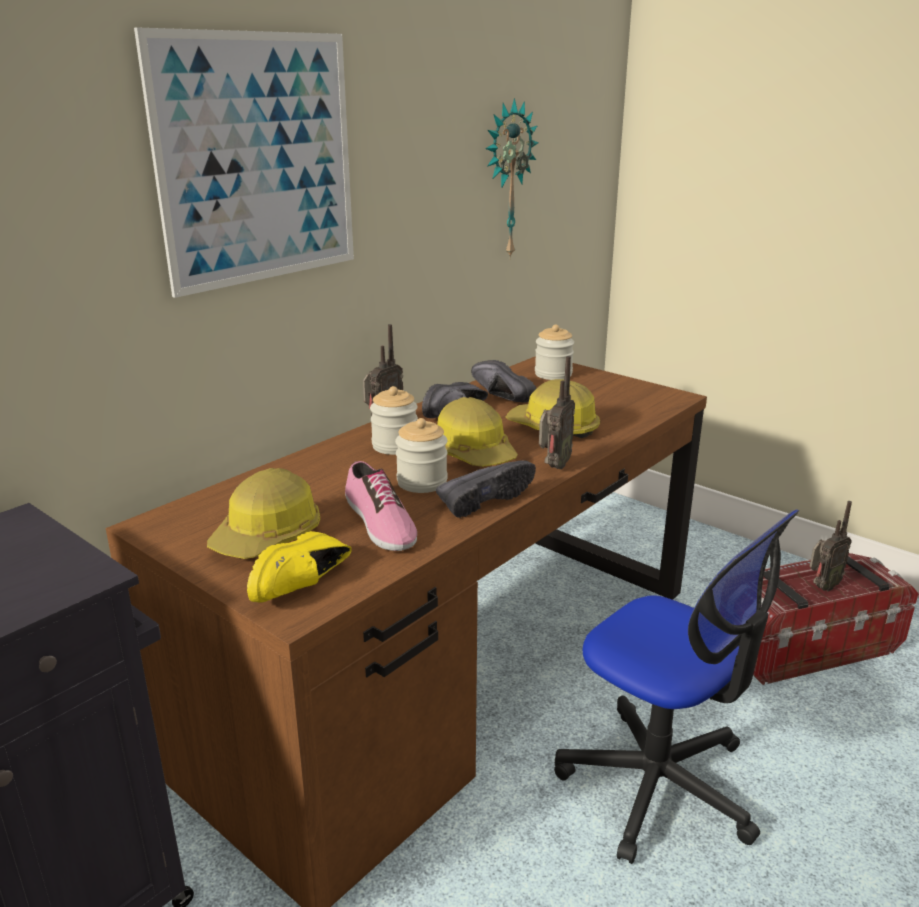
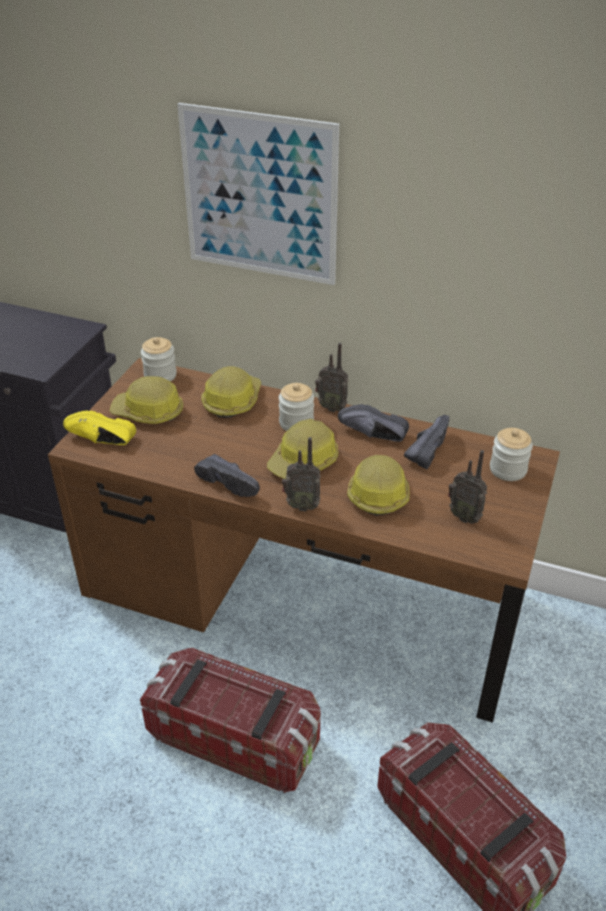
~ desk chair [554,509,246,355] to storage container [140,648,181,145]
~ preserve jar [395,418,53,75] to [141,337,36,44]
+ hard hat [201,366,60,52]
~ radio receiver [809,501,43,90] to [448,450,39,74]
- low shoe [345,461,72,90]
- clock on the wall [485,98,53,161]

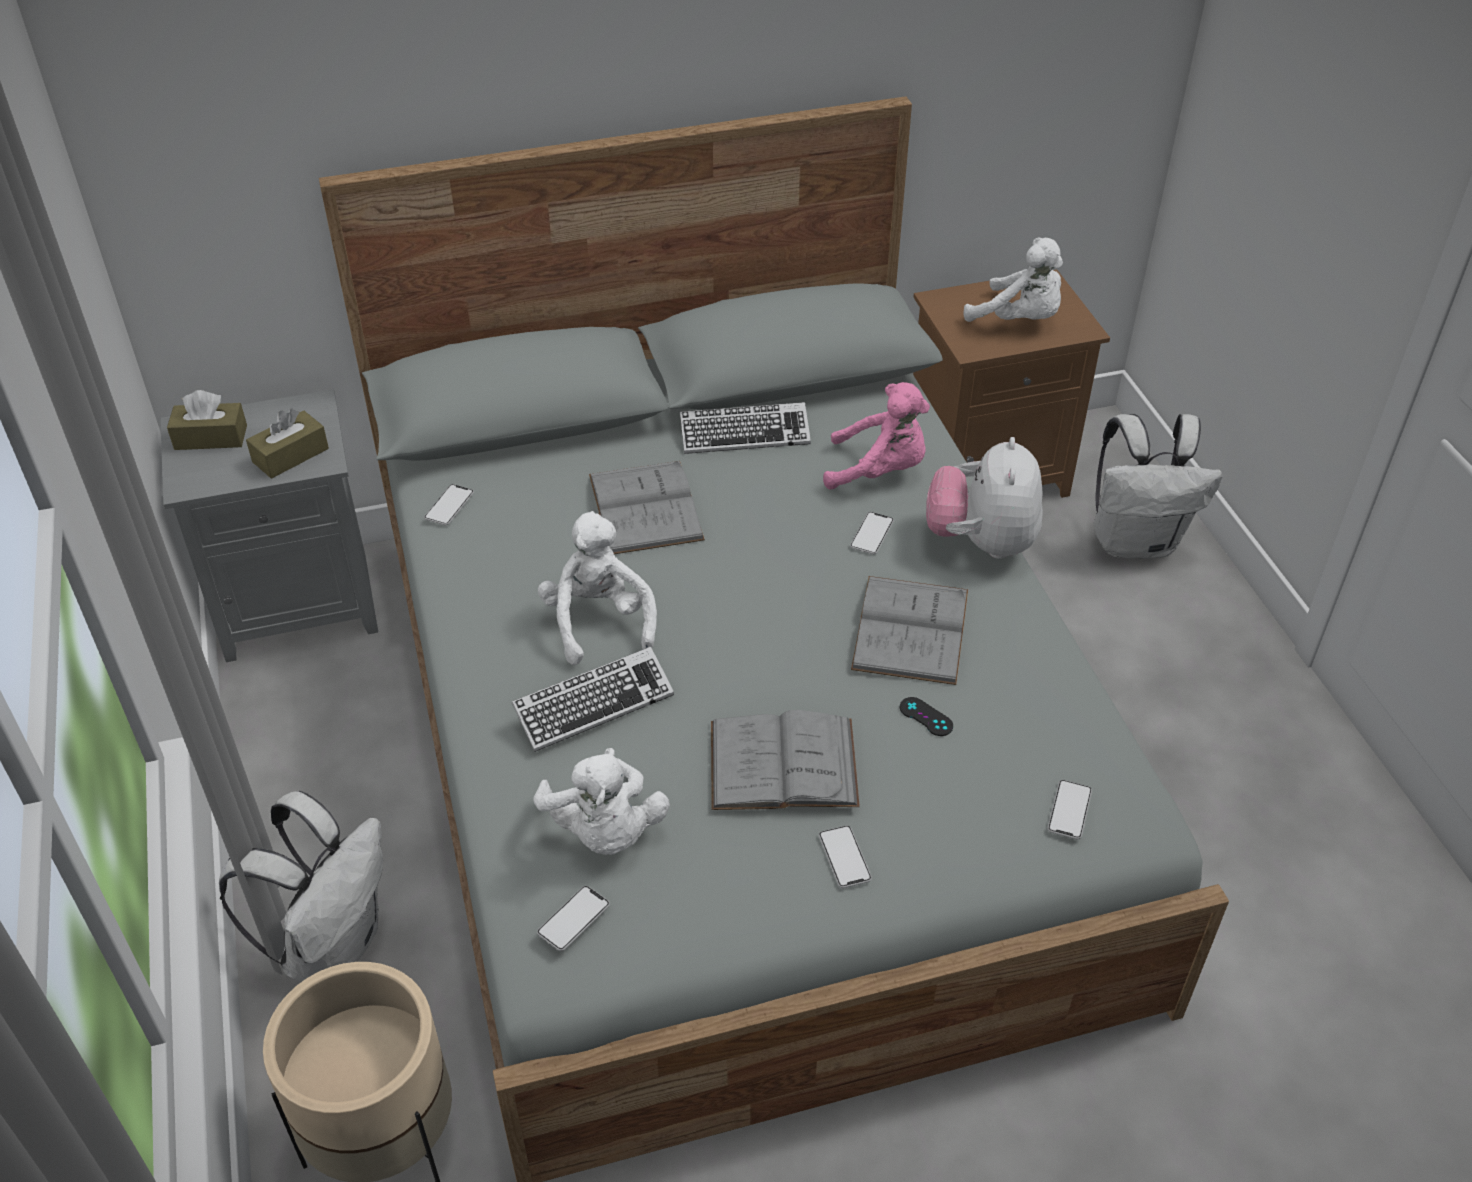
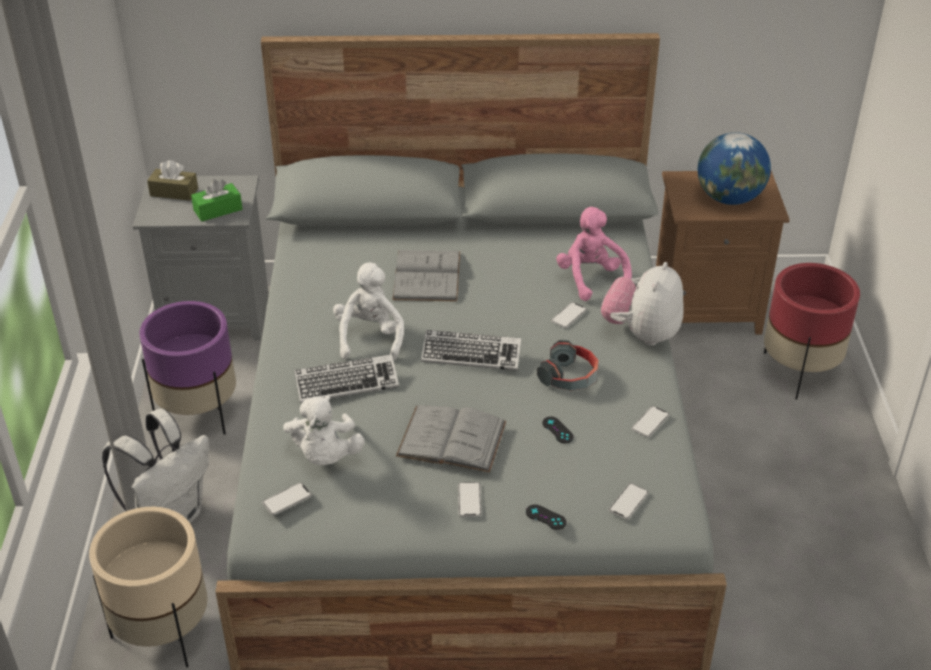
+ plant pot/purple [139,301,97,134]
~ tissue box/brownish [246,409,83,69] to tissue box/greenish [191,179,51,42]
~ keyboard [680,402,131,52] to [421,330,100,41]
+ gamepad/blackish [526,504,41,26]
~ book/greyish [851,576,117,109] to headset [537,340,62,50]
~ plush toy/pink [823,382,107,108] = [556,207,76,94] 135 degrees counterclockwise
~ phone [424,484,50,41] to [631,406,39,31]
~ plush toy/white [963,238,100,84] to desk globe [698,132,73,73]
~ knapsack/white [1094,414,128,144] to plant pot/reddish [764,263,96,137]

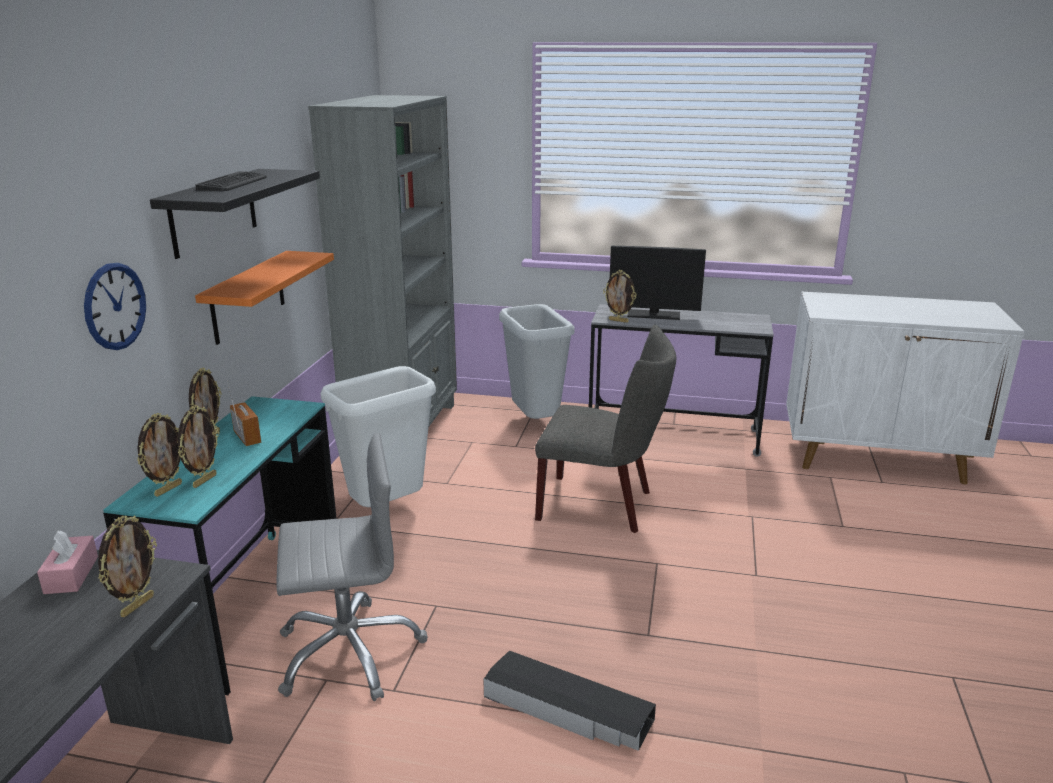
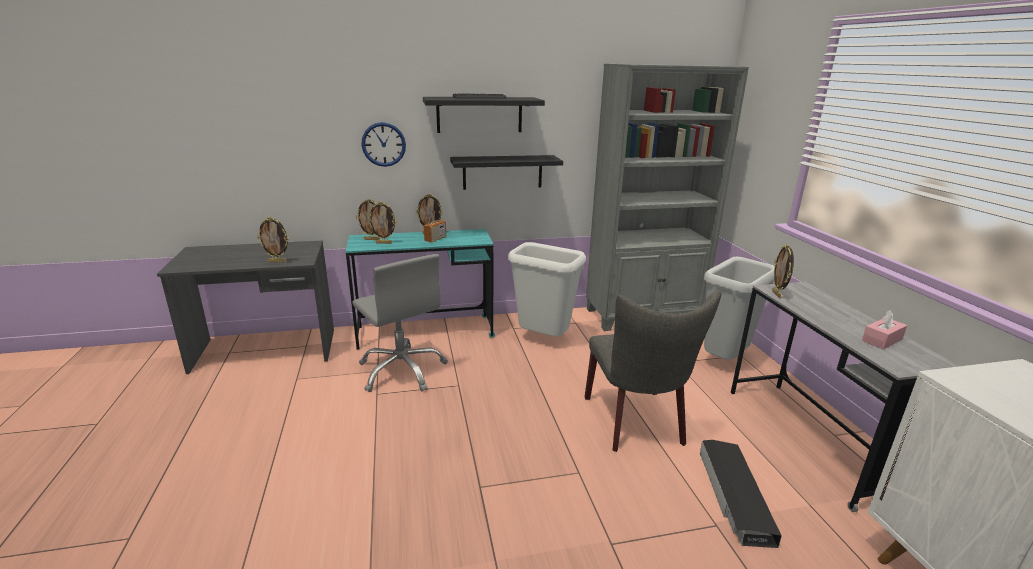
~ bracket shelf/orangey [195,251,139,94] to bracket shelf/blackish [450,155,113,35]
~ storage container/blackish [483,650,173,101] to [700,440,82,108]
~ tissue box/pink [37,531,61,63] to [862,310,45,39]
- monitor [610,246,96,74]

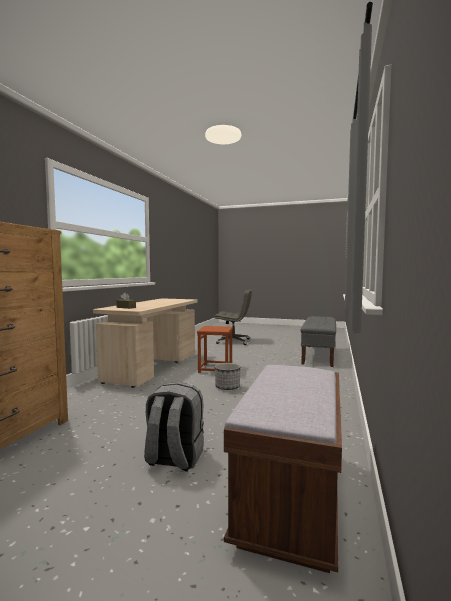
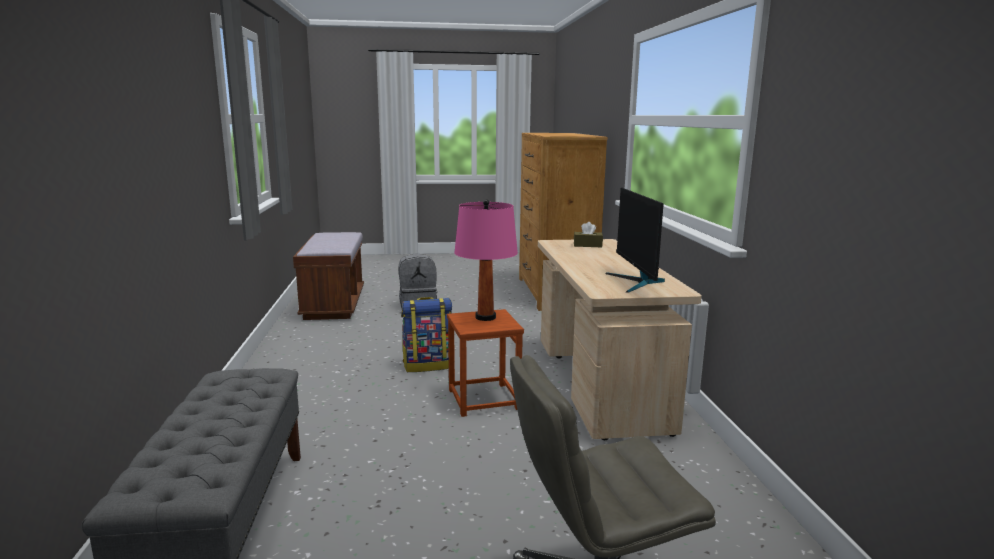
~ plant pot [215,363,25,27] to knapsack [401,297,51,75]
+ table lamp/pink [454,199,64,122]
+ monitor [606,188,59,105]

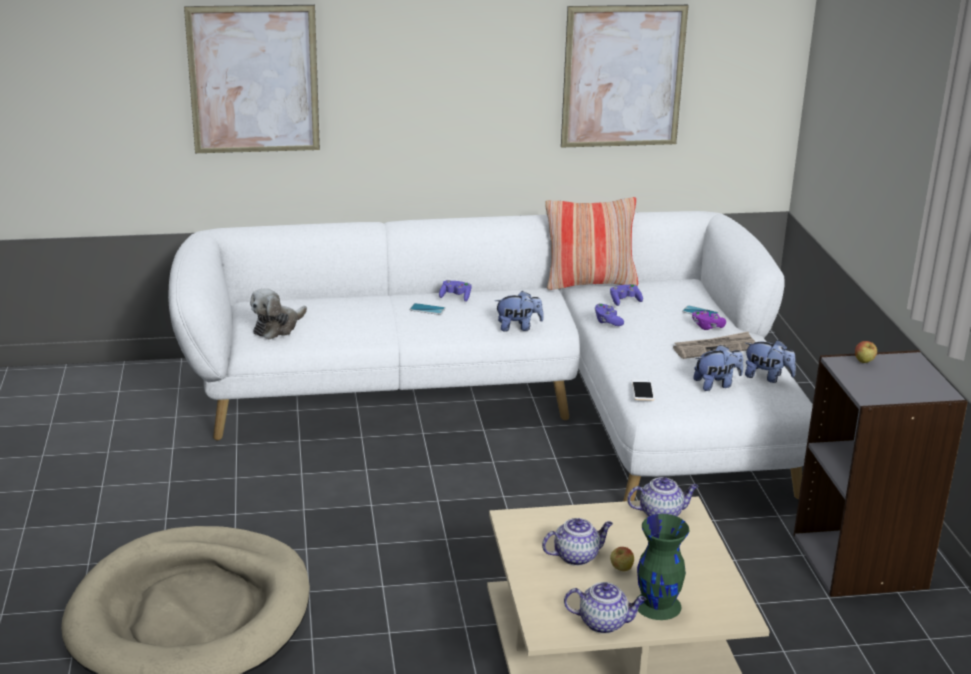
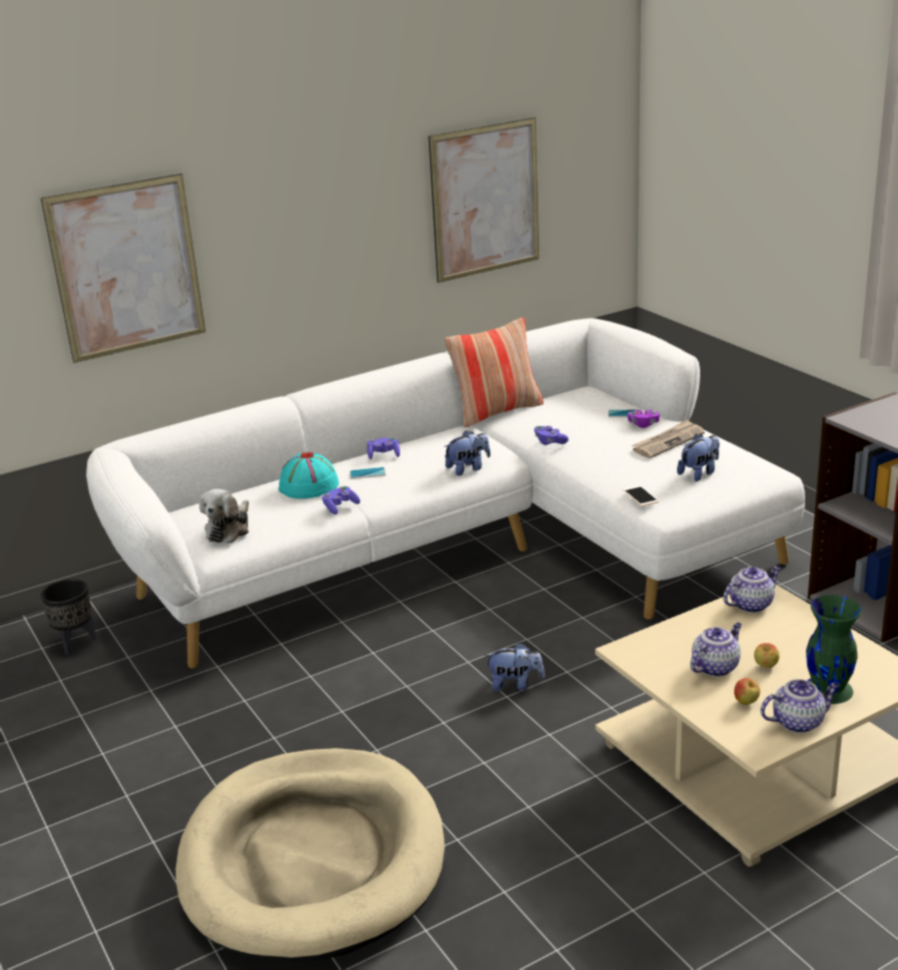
+ plant pot/blackish [40,579,56,75]
+ wearable hat/turquoise [278,452,61,47]
~ gamepad/purple [610,284,33,22] to [322,486,38,29]
~ plush toy [745,340,51,43] to [484,643,61,48]
~ apple [855,341,22,22] to [734,678,26,27]

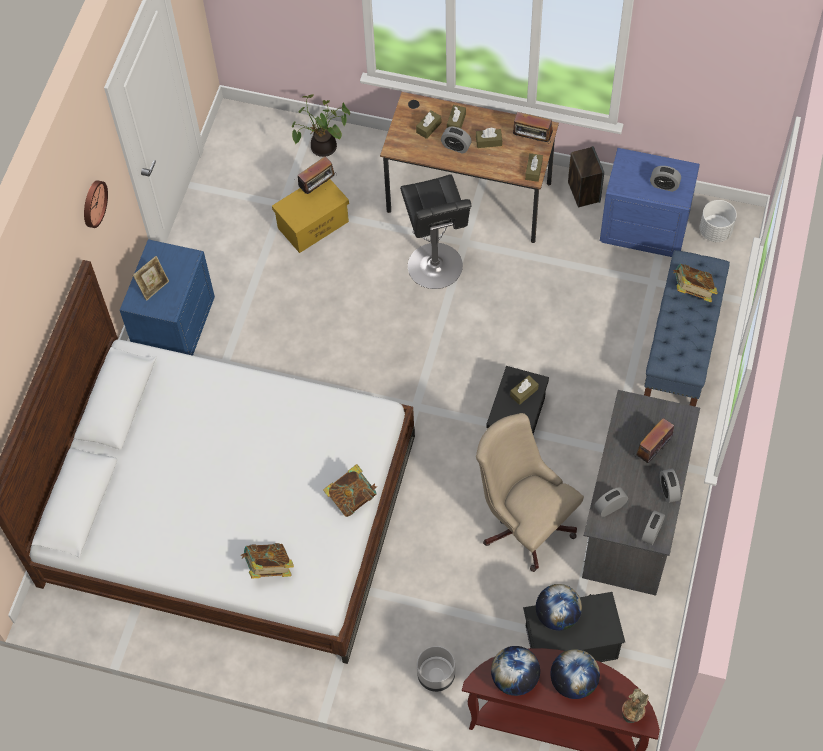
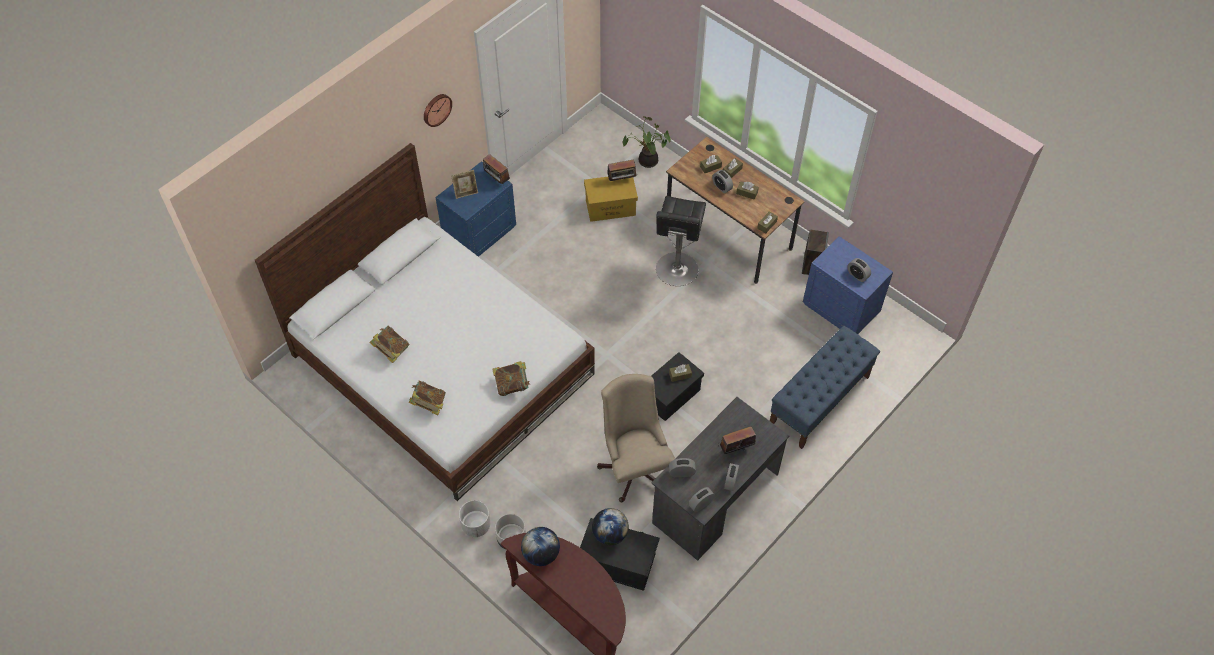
~ book [673,264,45,38] to [369,326,40,37]
~ plant pot/white [700,200,37,42] to [459,500,32,37]
~ radio receiver [513,112,40,32] to [483,154,27,31]
- desk globe [550,649,50,50]
- houseplant [622,689,27,34]

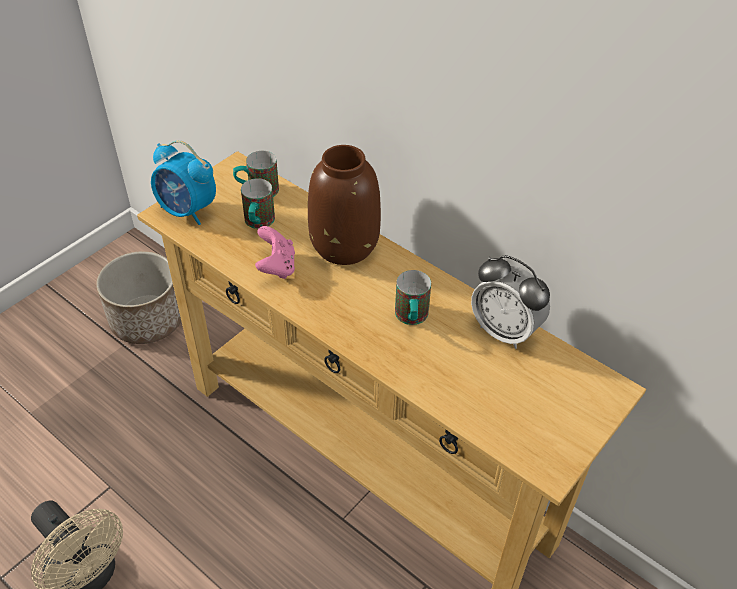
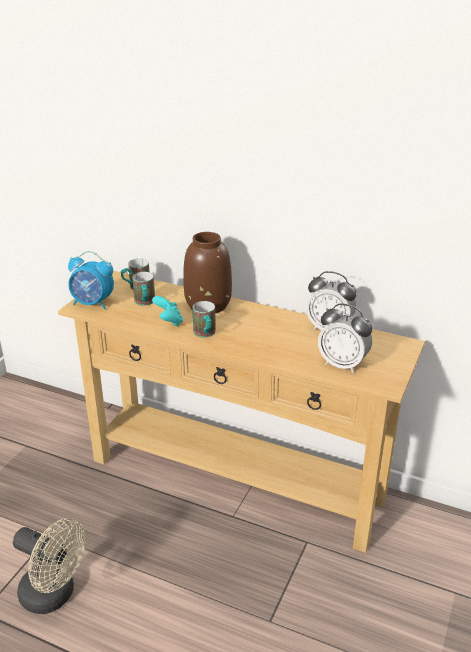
~ gamepad/pink [255,226,40,53] to gamepad/turquoise [152,296,31,31]
~ tea mug [395,270,36,55] to [192,301,24,37]
+ bedside clock [318,304,54,69]
- plant pot [96,251,85,93]

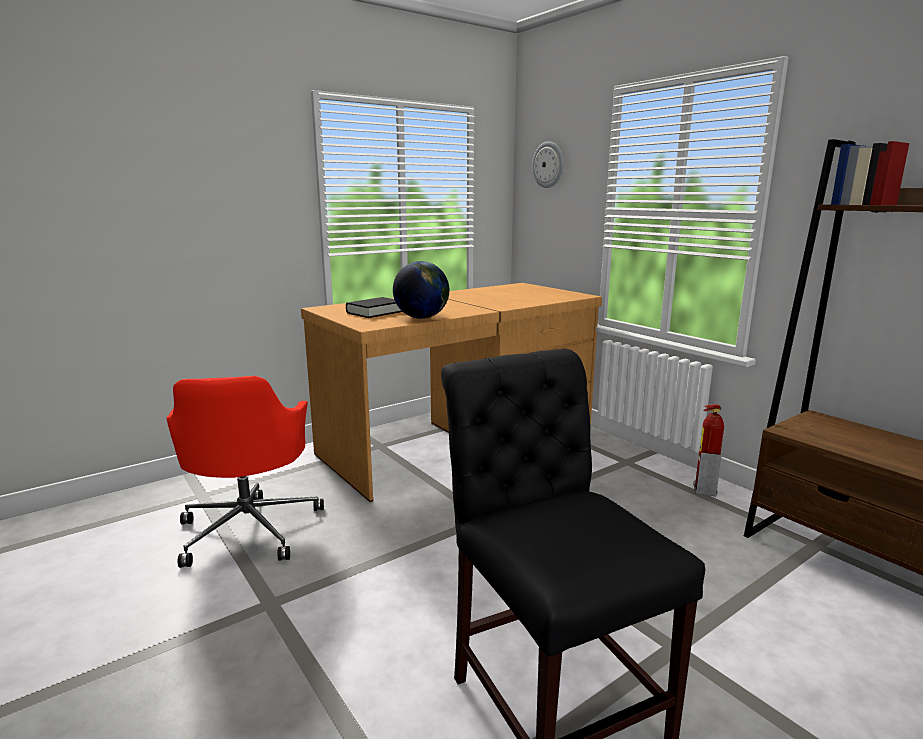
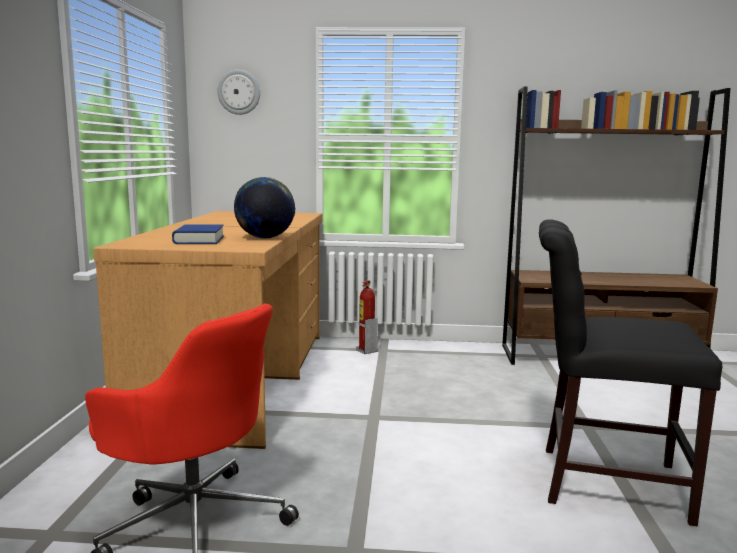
~ book/blackish [346,297,57,21] to book/blue-coloured [172,224,52,20]
~ extinguisher [694,404,30,92] to [356,280,22,74]

